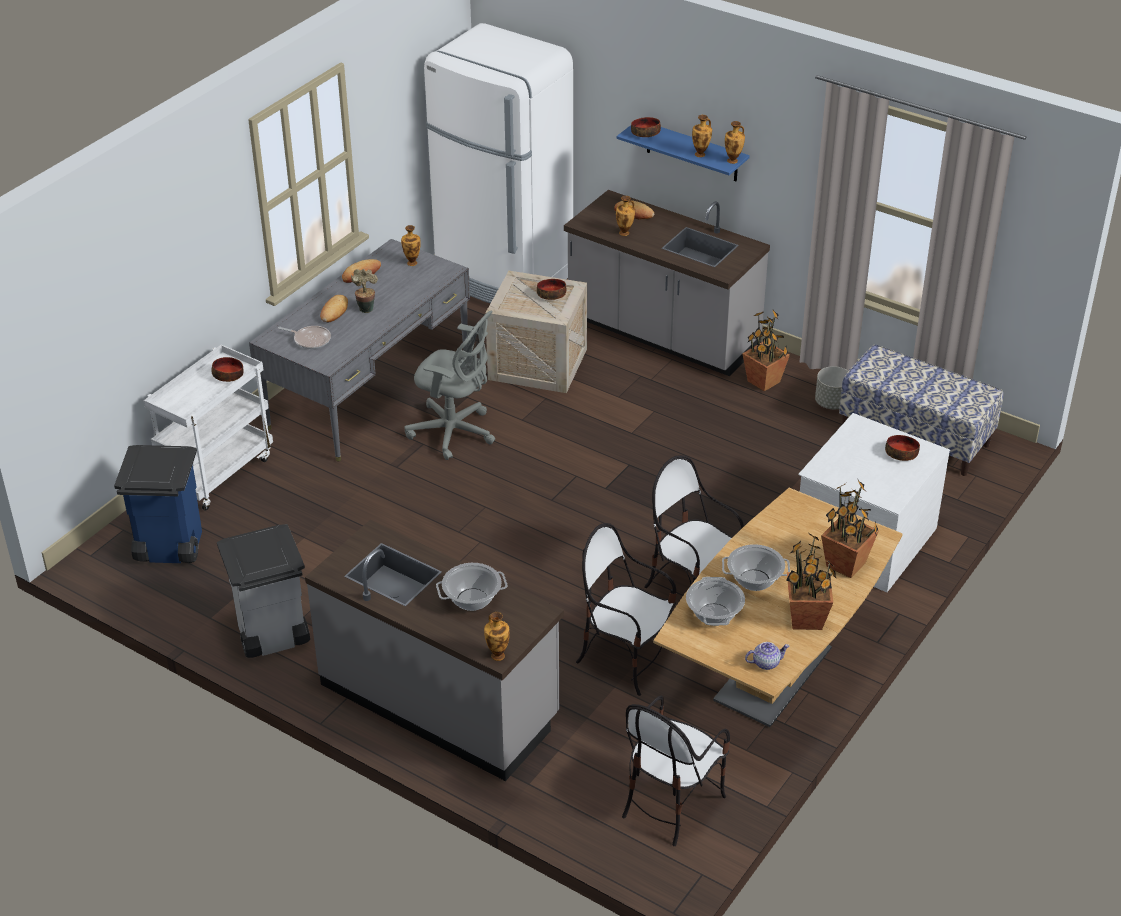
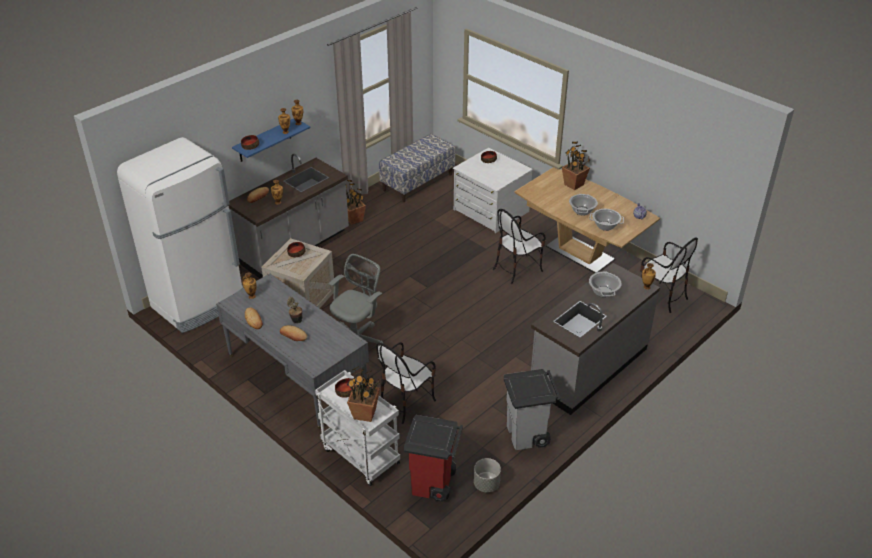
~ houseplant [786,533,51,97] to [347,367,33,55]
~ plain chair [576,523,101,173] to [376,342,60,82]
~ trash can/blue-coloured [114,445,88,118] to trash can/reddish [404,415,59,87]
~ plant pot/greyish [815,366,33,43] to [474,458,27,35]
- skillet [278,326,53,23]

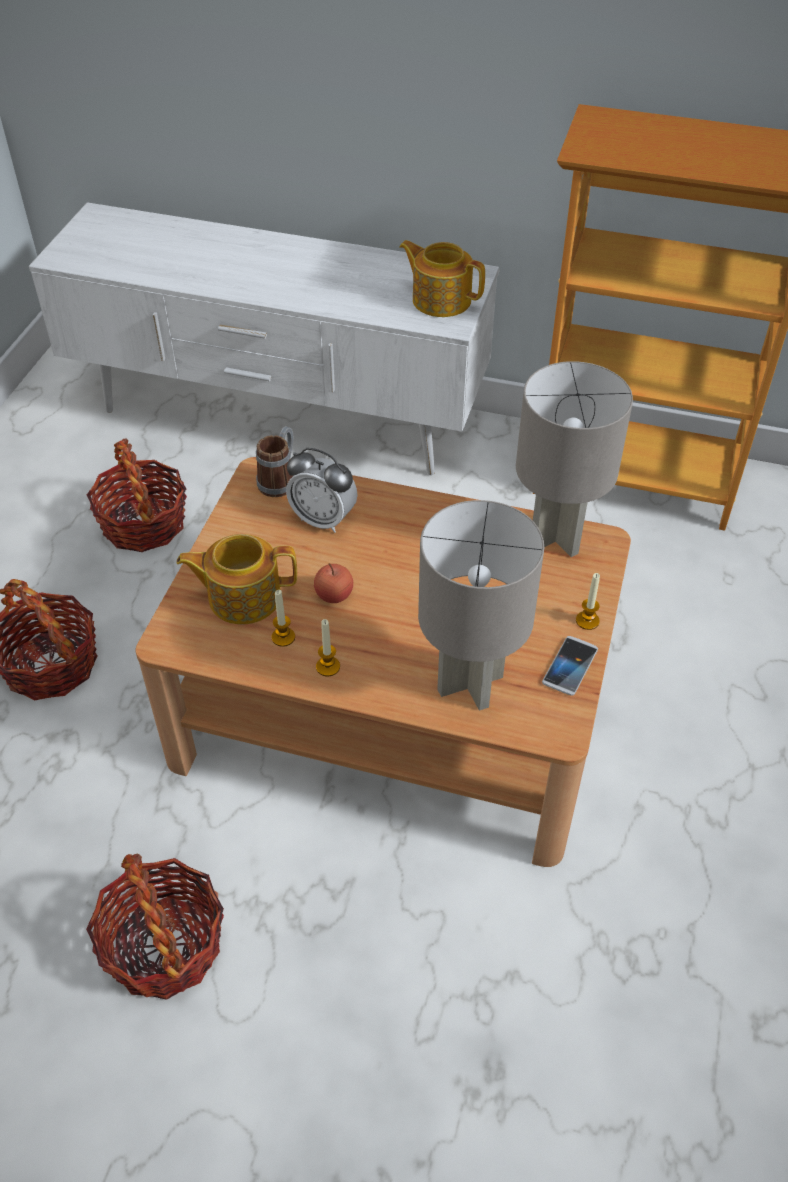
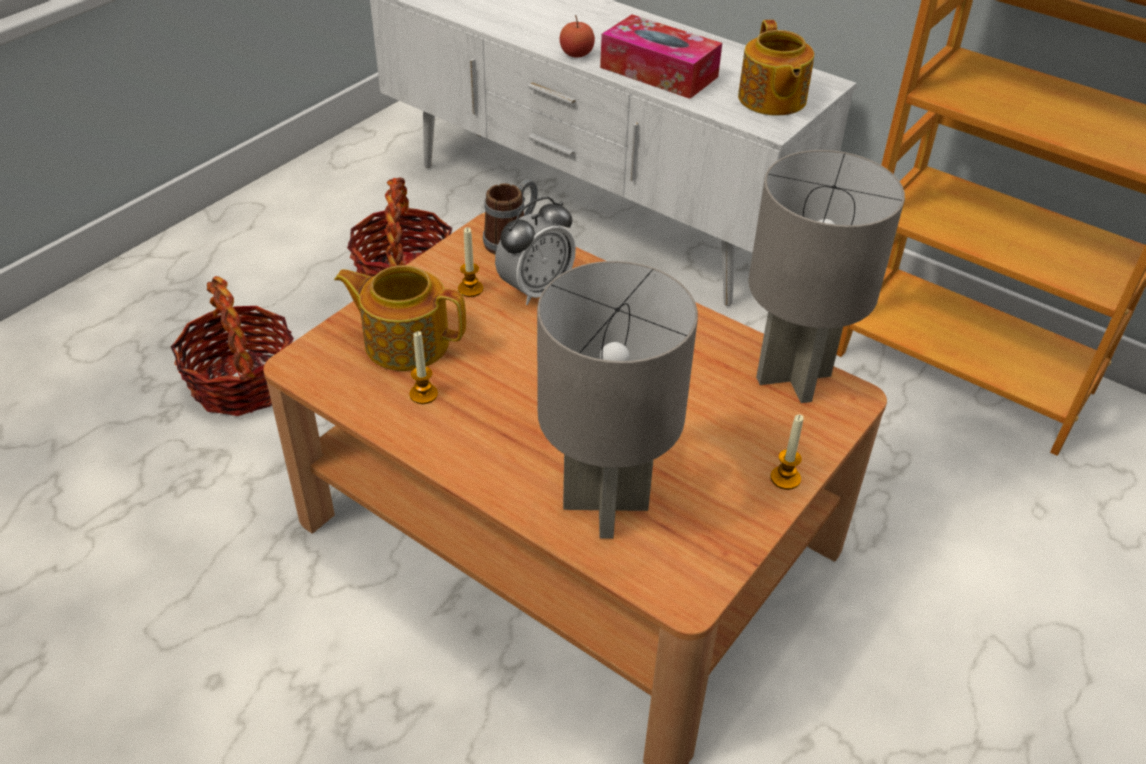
~ wax light [316,619,24,57] to [458,227,25,70]
~ bedside clock [286,448,71,85] = [495,197,81,108] 90 degrees counterclockwise
~ apple [314,563,39,40] to [560,15,35,43]
+ tissue box [600,14,122,85]
~ teapot [399,240,86,77] = [738,20,76,95] 150 degrees counterclockwise
- storage basket [86,853,138,147]
- phone [542,636,56,60]

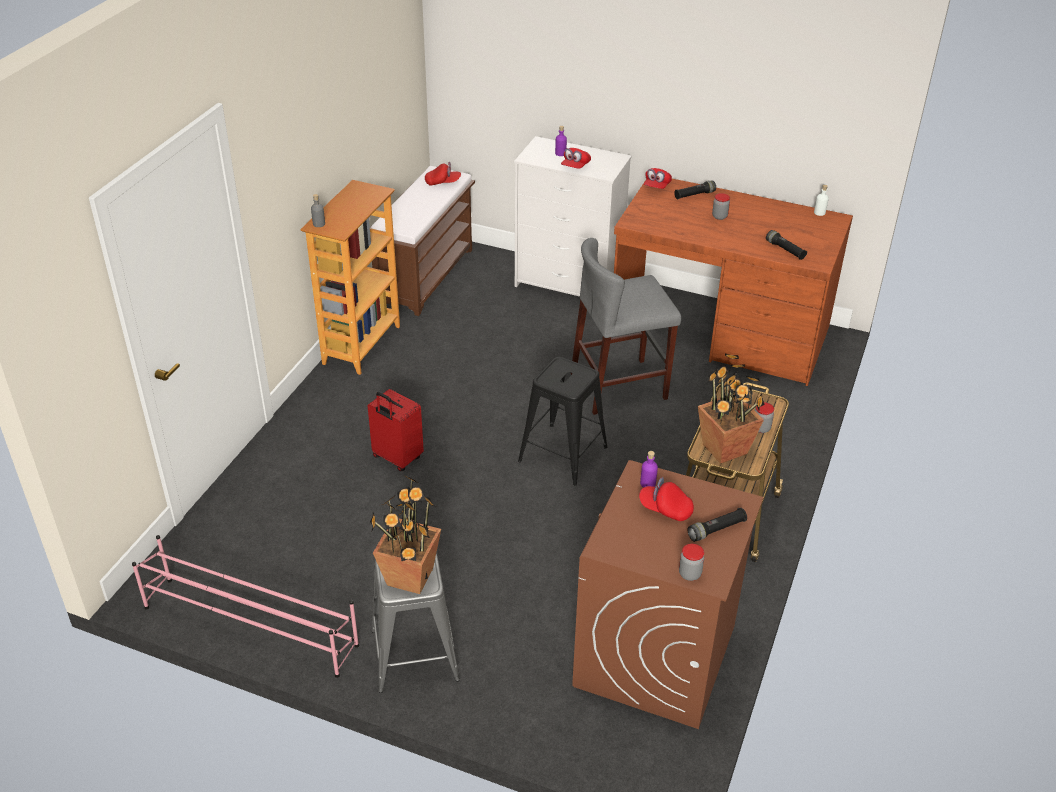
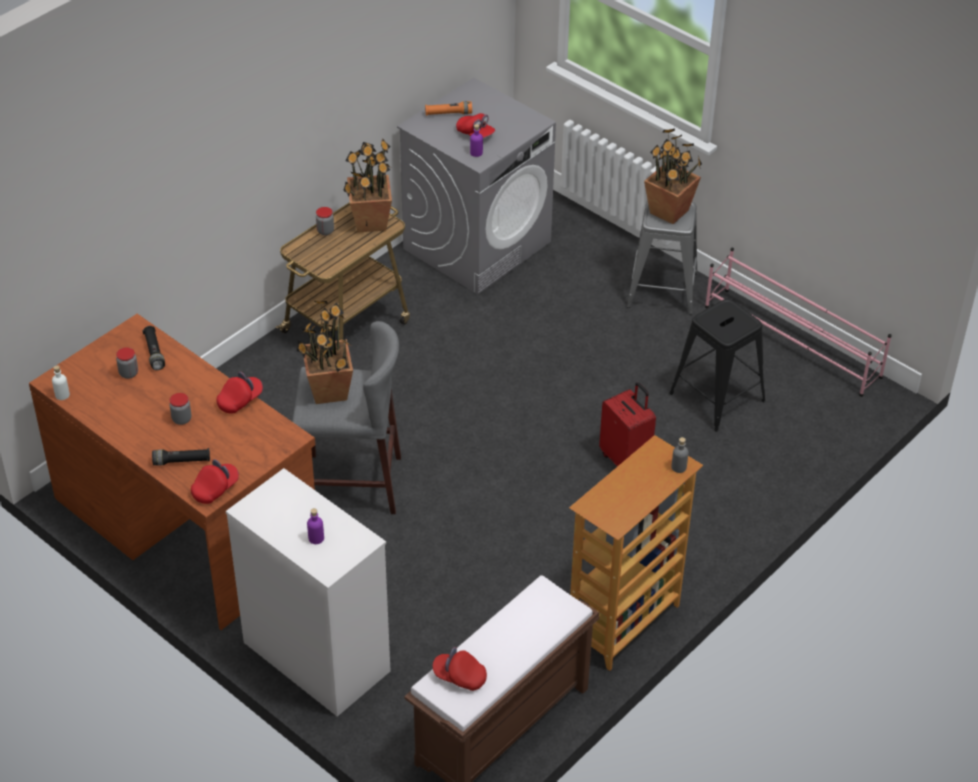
~ preserve jar [679,544,25,37] to [116,347,22,32]
~ cap/reddish [561,148,30,21] to [216,372,47,41]
+ houseplant [297,301,56,103]
~ washing machine/brownish [572,460,192,269] to washing machine/greyish [397,78,159,217]
~ torch/blackish [687,508,60,34] to torch/orangey [425,101,47,15]
~ stool/blackish [518,357,90,129] to [669,299,96,133]

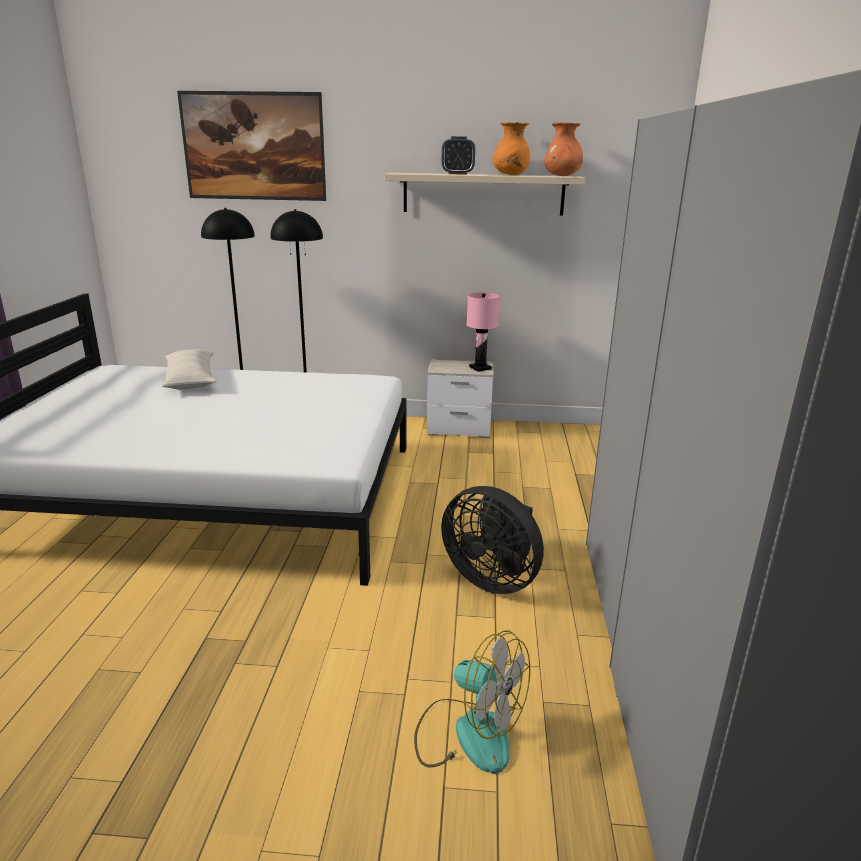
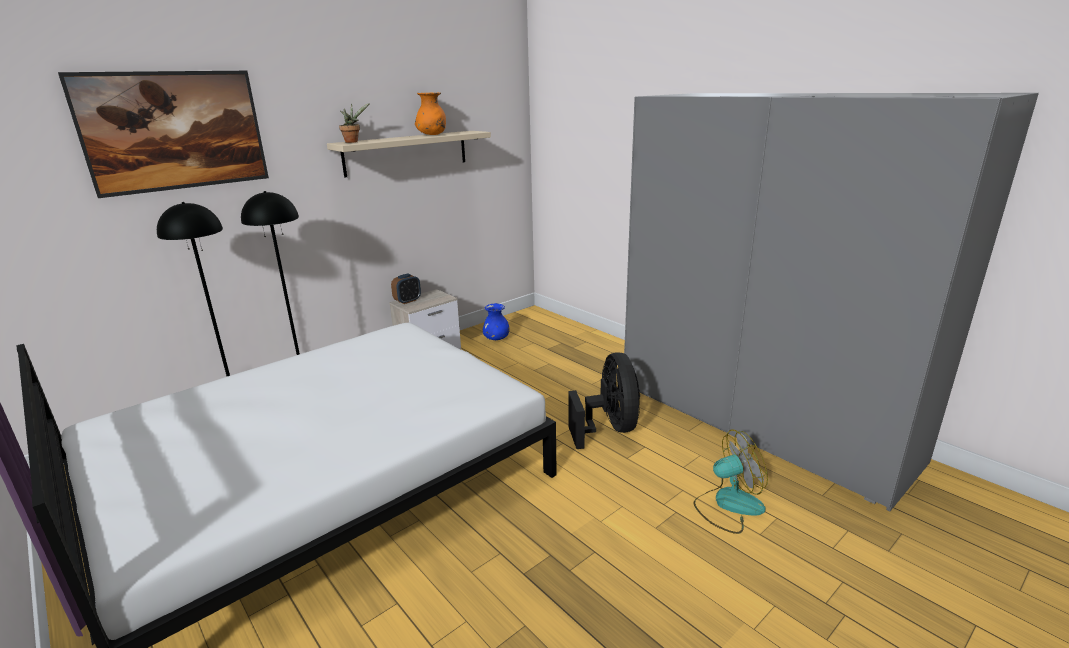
+ houseplant [339,103,31,40]
~ bedside clock [441,136,34,39] to [391,274,30,30]
+ vase/blue-coloured [483,303,26,37]
~ cooling fan/blackish [441,486,103,108] = [568,352,72,97] 90 degrees counterclockwise
- pillow/beige [162,349,55,41]
- table lamp/pink [467,292,33,80]
- vase/orangey [544,122,39,54]

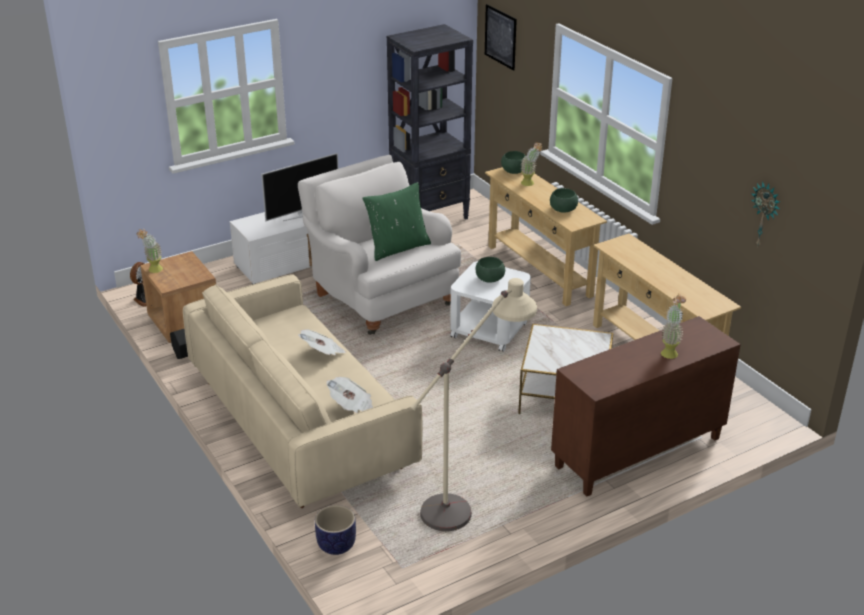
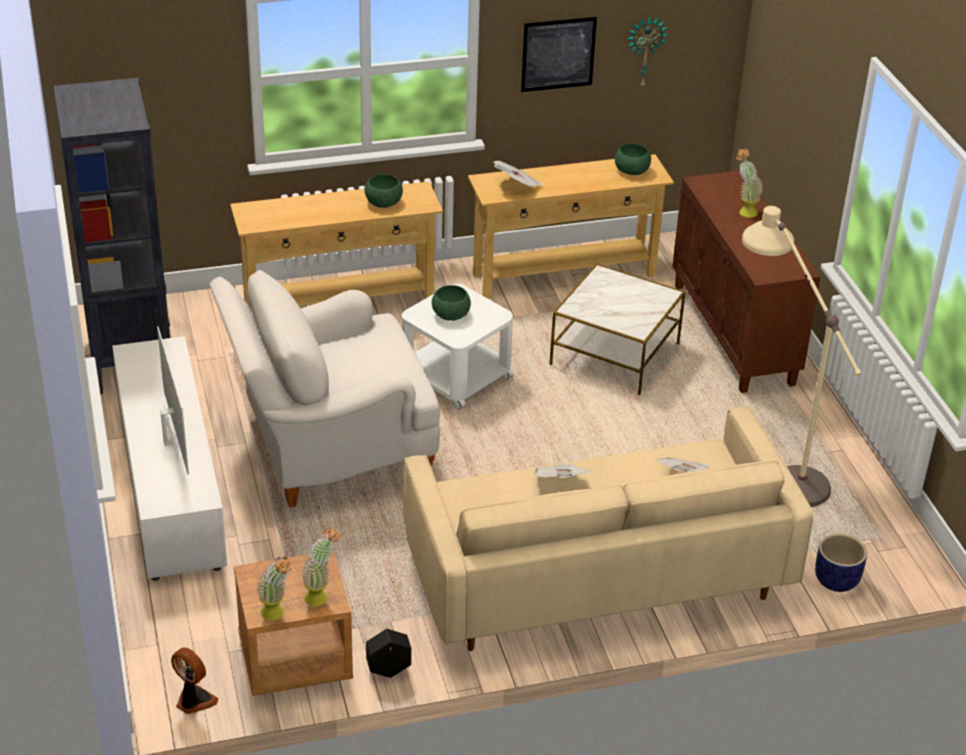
~ houseplant [521,142,22,44] to [301,527,39,79]
+ printed paper [493,161,51,26]
~ wall picture [485,4,32,67] to [521,17,76,75]
~ serving bowl/greenish [501,151,24,23] to [615,144,36,31]
- pillow/greenish [362,182,69,79]

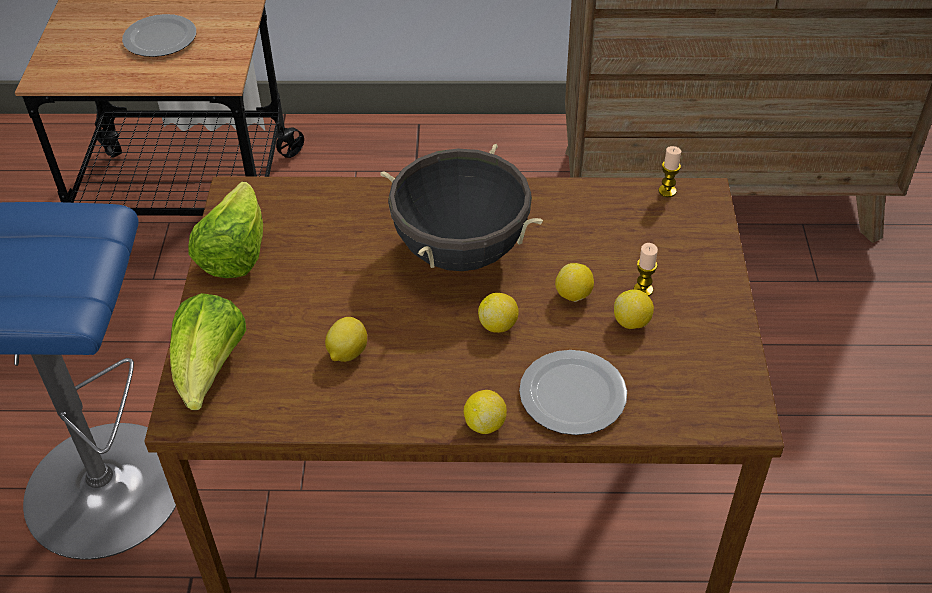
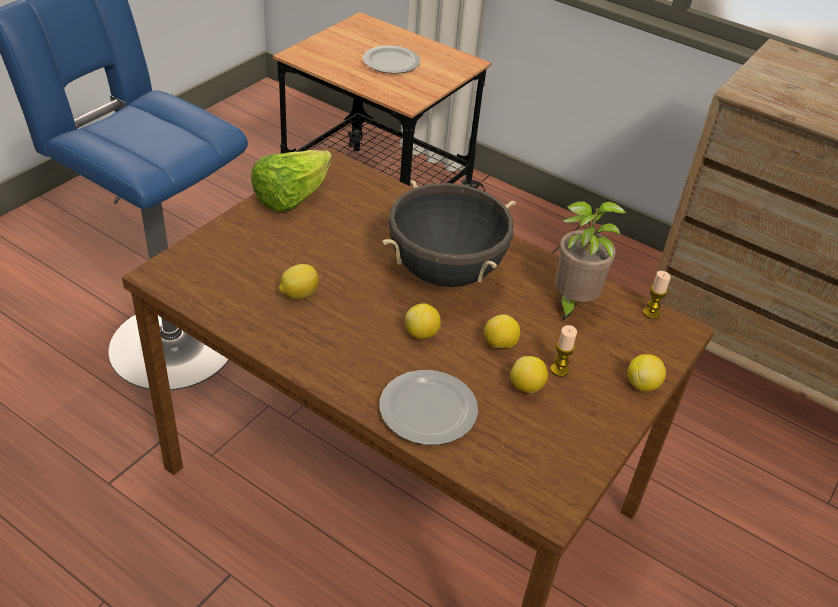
+ houseplant [555,201,72,121]
~ citrus fruit [464,390,43,44] to [628,354,38,37]
- lettuce [170,293,76,117]

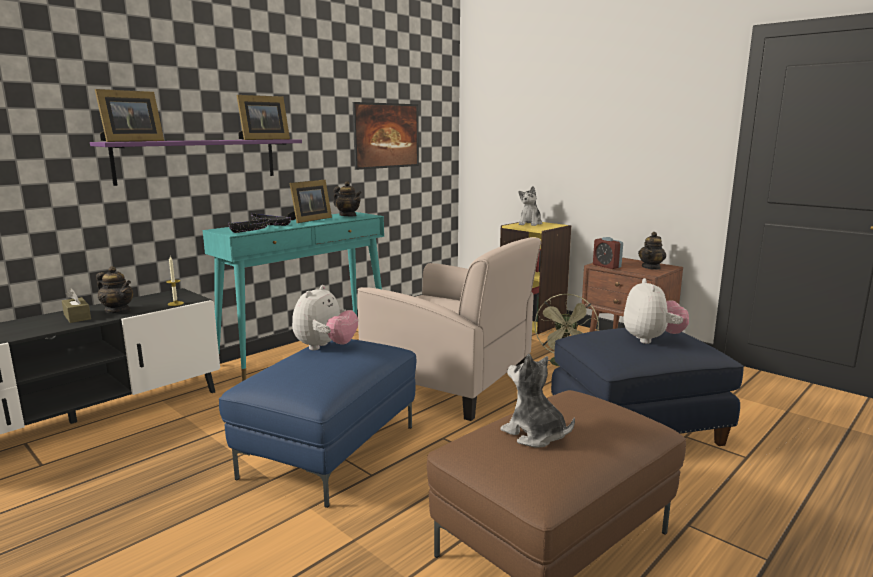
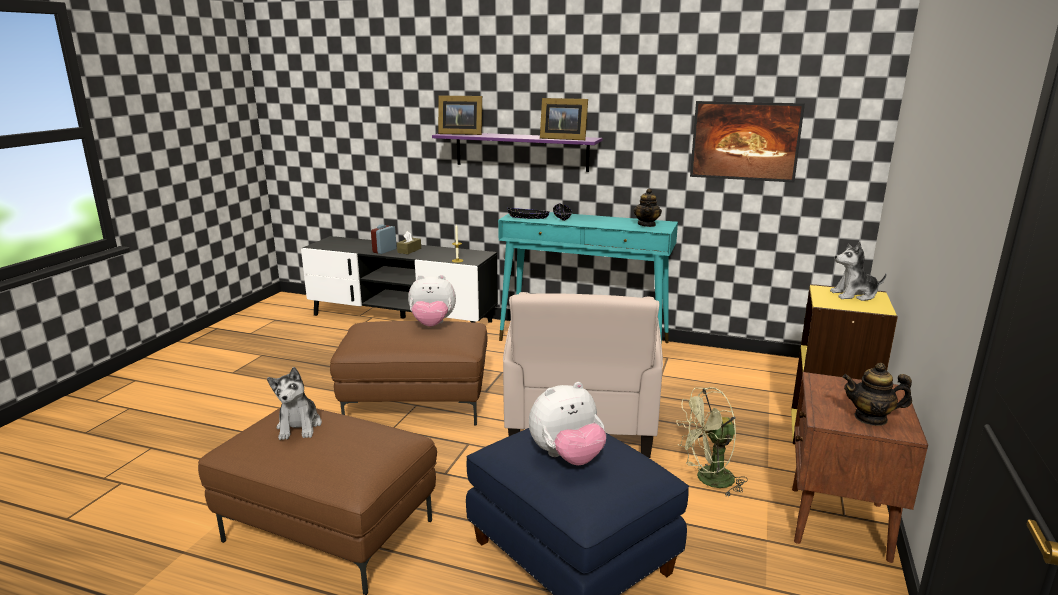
~ plush toy [501,354,74,93] = [267,367,55,73] 150 degrees clockwise
~ ottoman/blue-coloured [219,339,197,169] to ottoman/brownish [330,321,157,105]
~ bedside clock [593,237,30,32] to [371,225,26,29]
- teapot [96,266,37,47]
- picture frame [287,180,45,43]

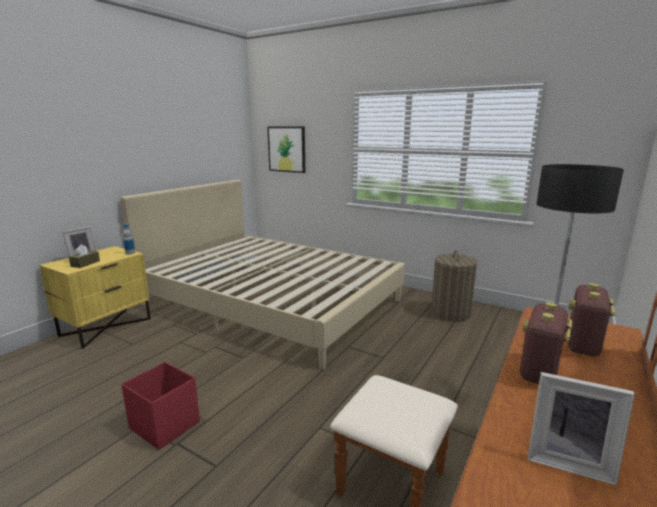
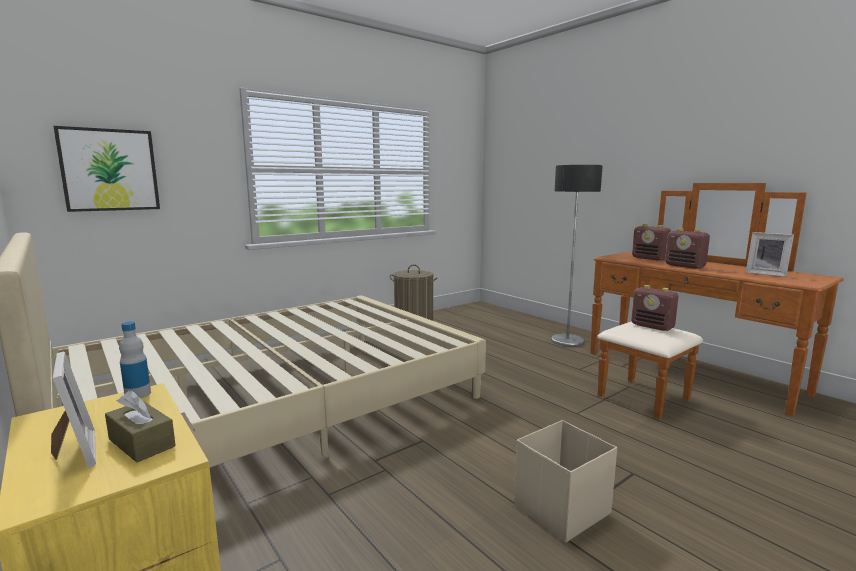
~ storage container/reddish [121,362,79,88] to storage container/beige [514,420,103,123]
+ radio receiver [631,285,47,46]
~ picture frame [528,372,107,114] = [746,232,48,45] 90 degrees clockwise

